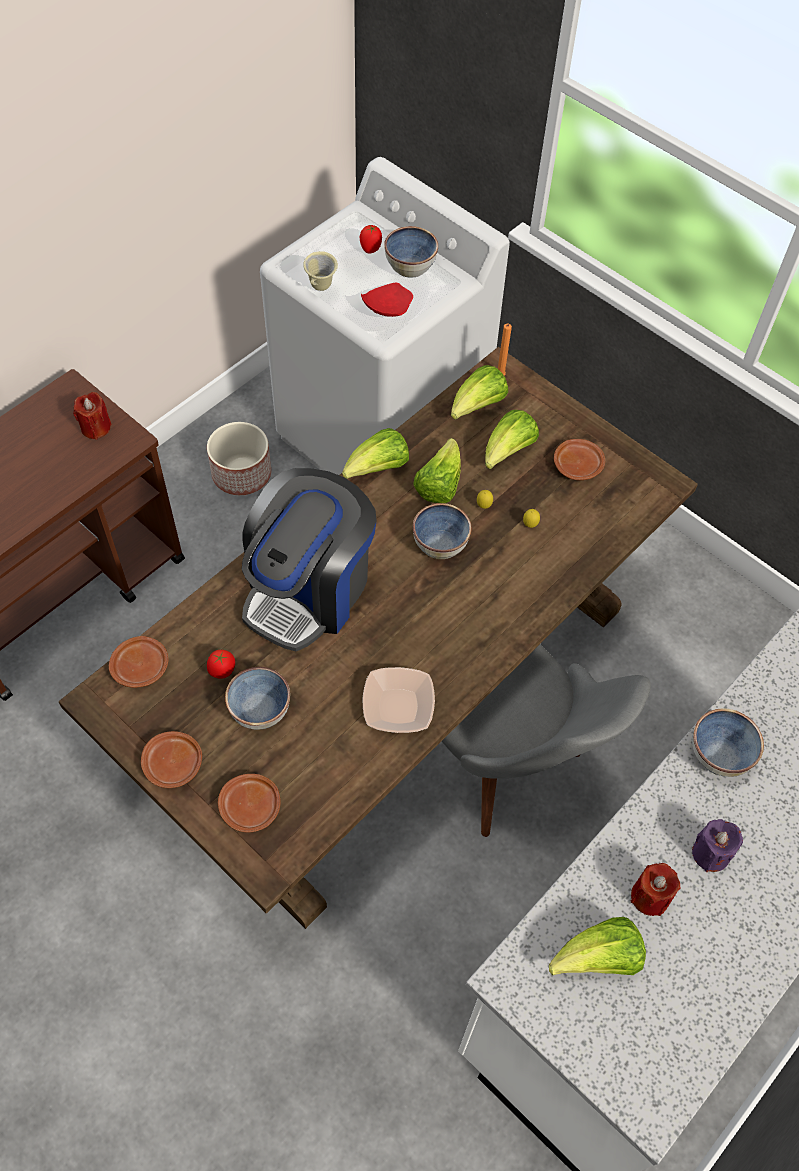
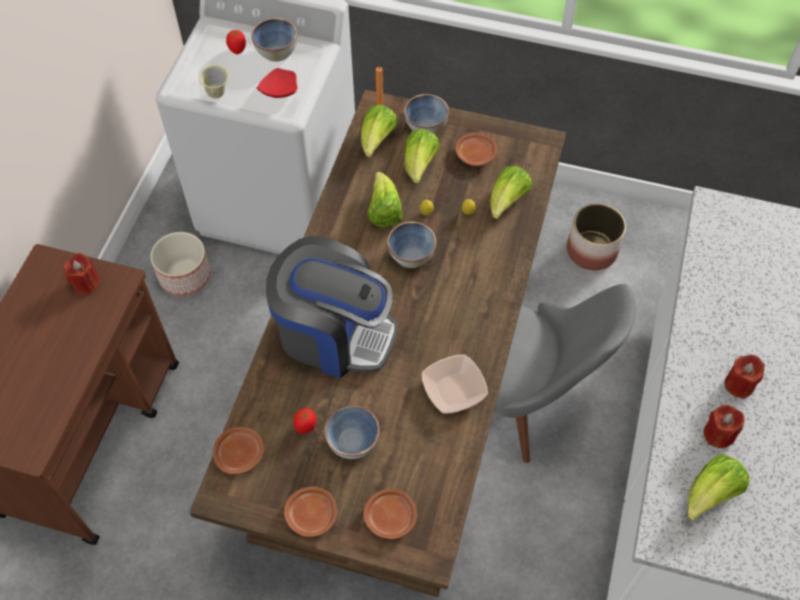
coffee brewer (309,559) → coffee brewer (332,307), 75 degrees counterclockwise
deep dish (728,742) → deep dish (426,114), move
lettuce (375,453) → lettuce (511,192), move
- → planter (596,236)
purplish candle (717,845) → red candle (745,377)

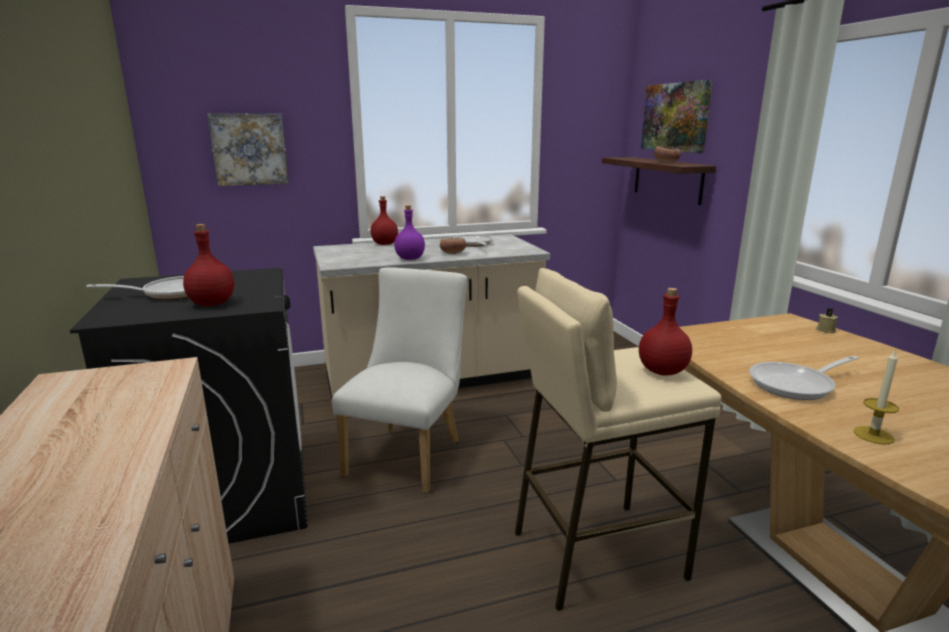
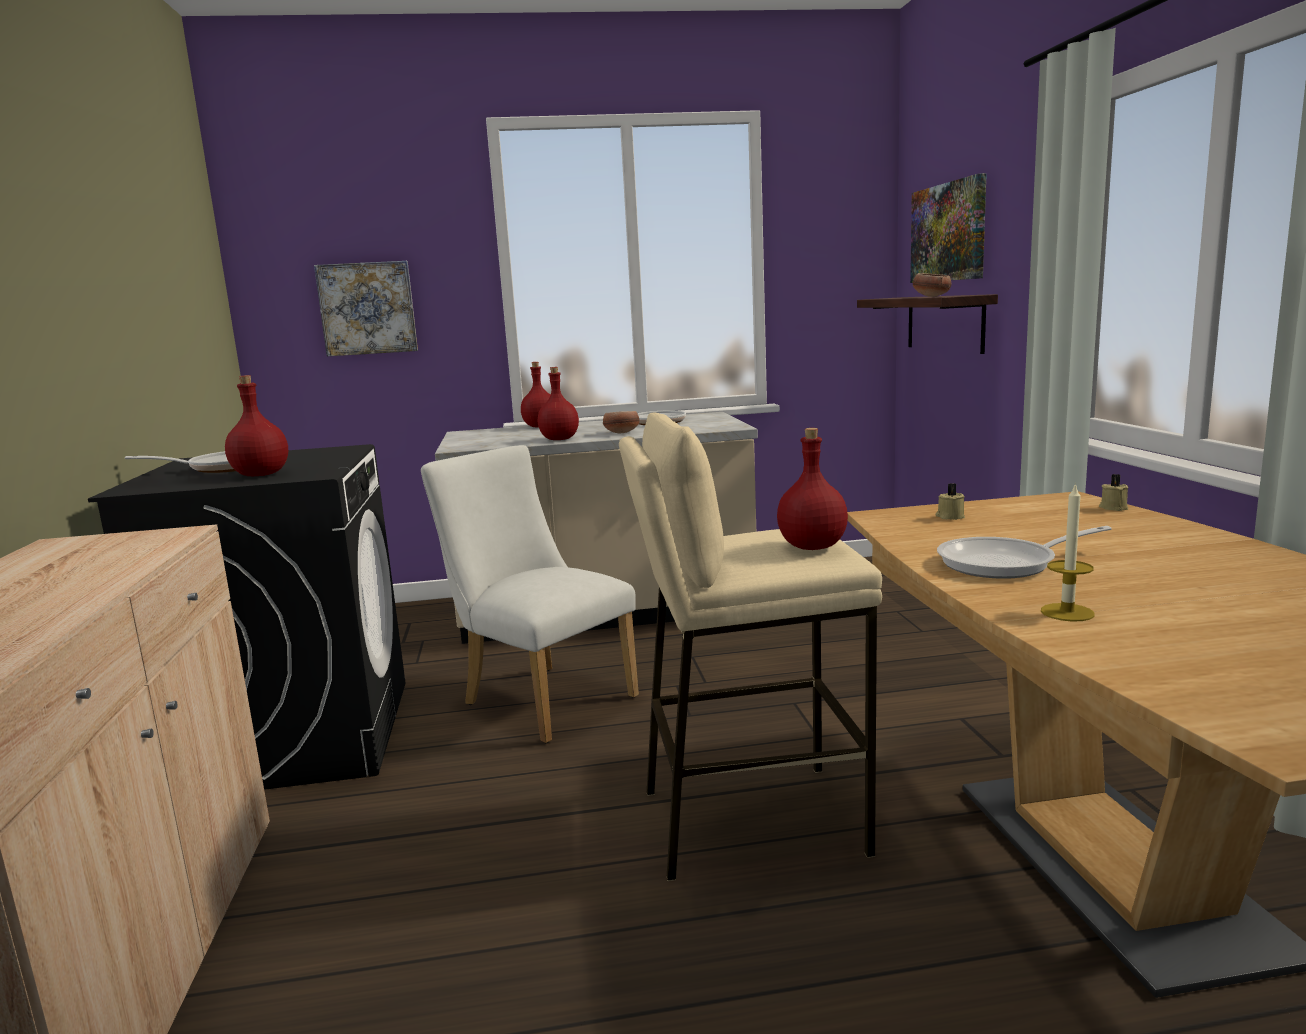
white-coloured chair (399,380) → white-coloured chair (530,594), 75 degrees counterclockwise
purplish bottle (409,232) → red bottle (558,403)
- → beige candle (950,501)

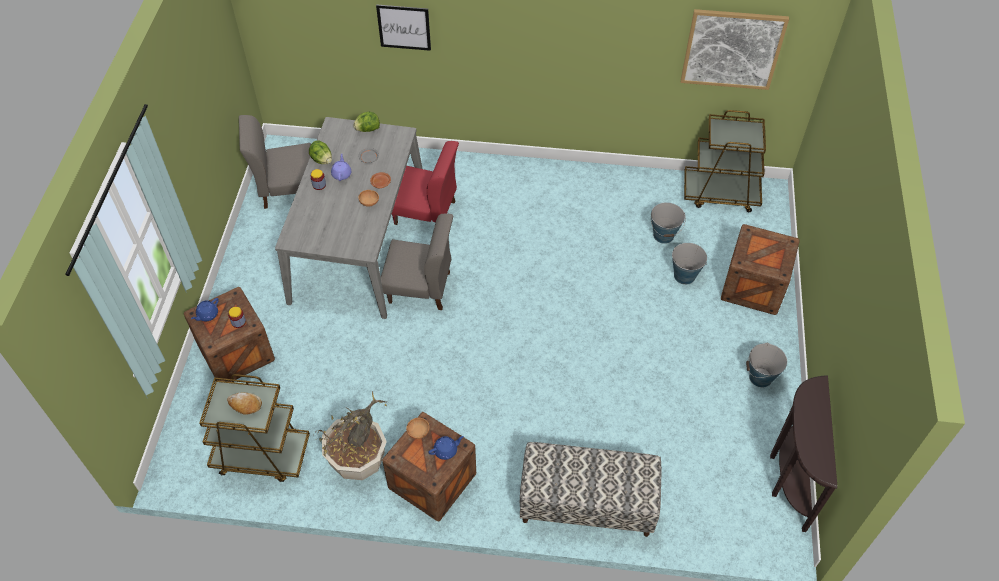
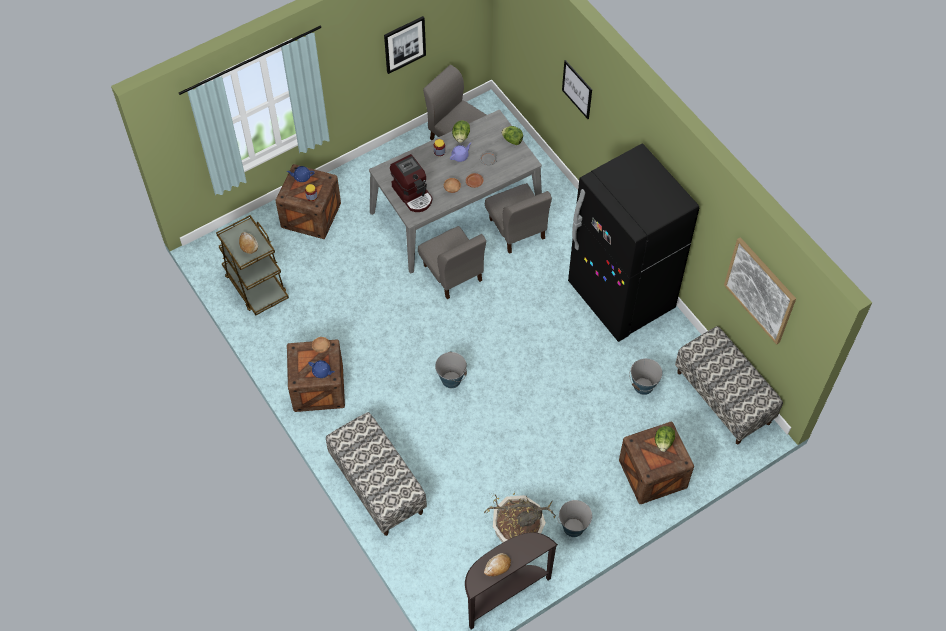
- → wall art (405,45)
- → coffee brewer (411,183)
water bucket (689,264) → water bucket (451,369), move
potted plant (350,435) → potted plant (520,517), move
- → baked bread (497,564)
red chair (425,183) → grey chair (518,218)
- → black fridge (633,242)
- → lettuce (665,439)
brown-coloured cart (725,161) → bench (729,385)

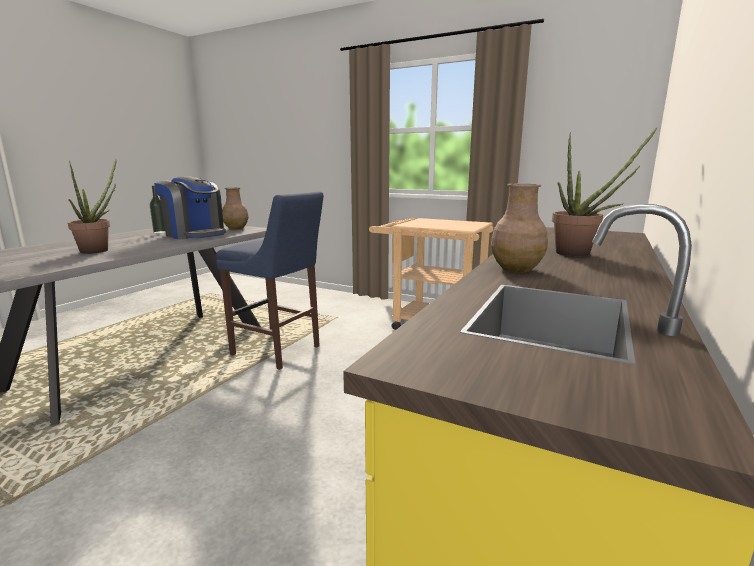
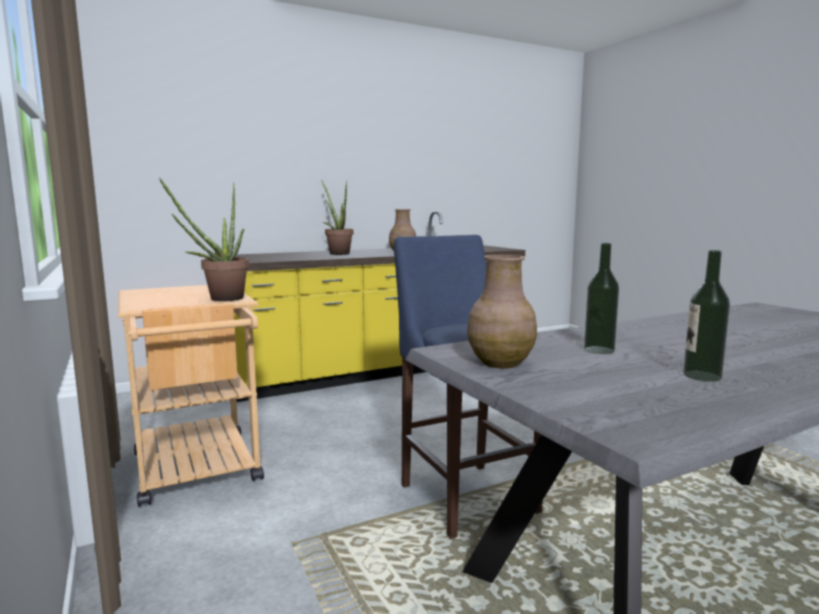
potted plant (92,206) → potted plant (204,239), move
coffee brewer (190,207) → bottle (601,298)

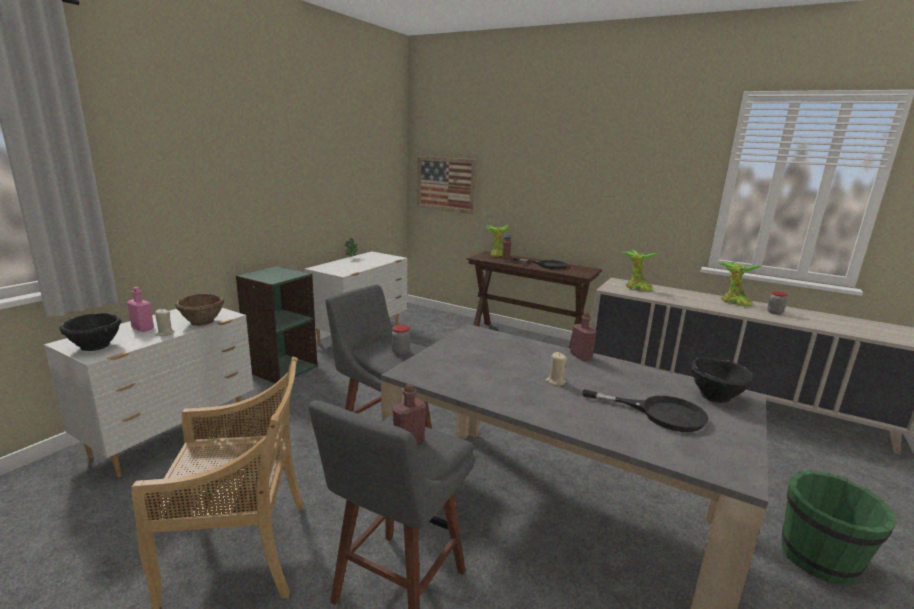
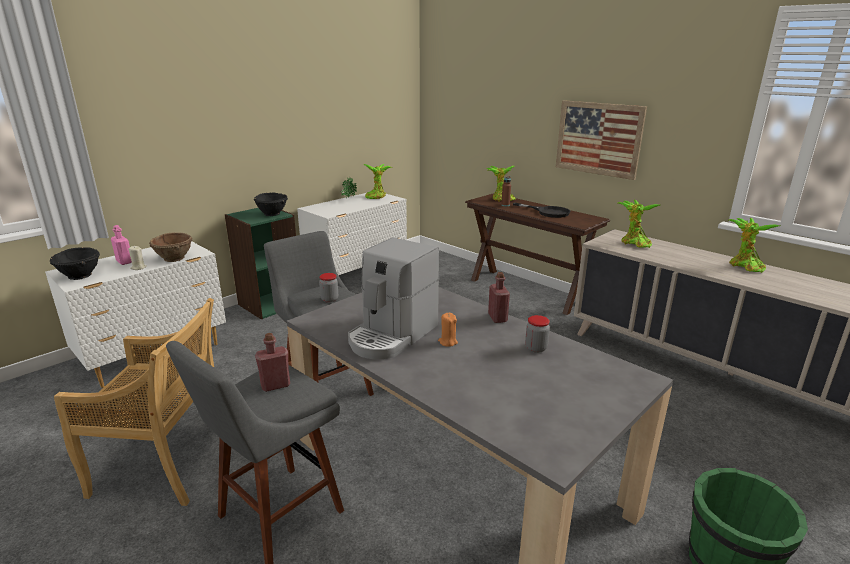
black deep dish (722,380) → black deep dish (271,204), move
- → coffee brewer (393,298)
- → potted plant (377,181)
beige candle (556,369) → orange-coloured candle (448,330)
jar (777,303) → jar (537,334), move
wall art (447,185) → wall art (601,140), move
black pan (645,410) → -

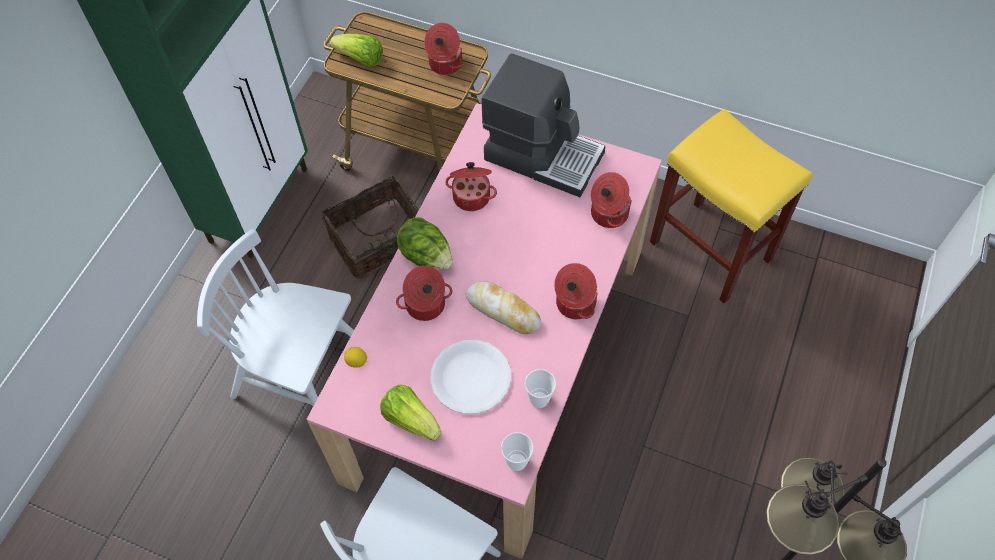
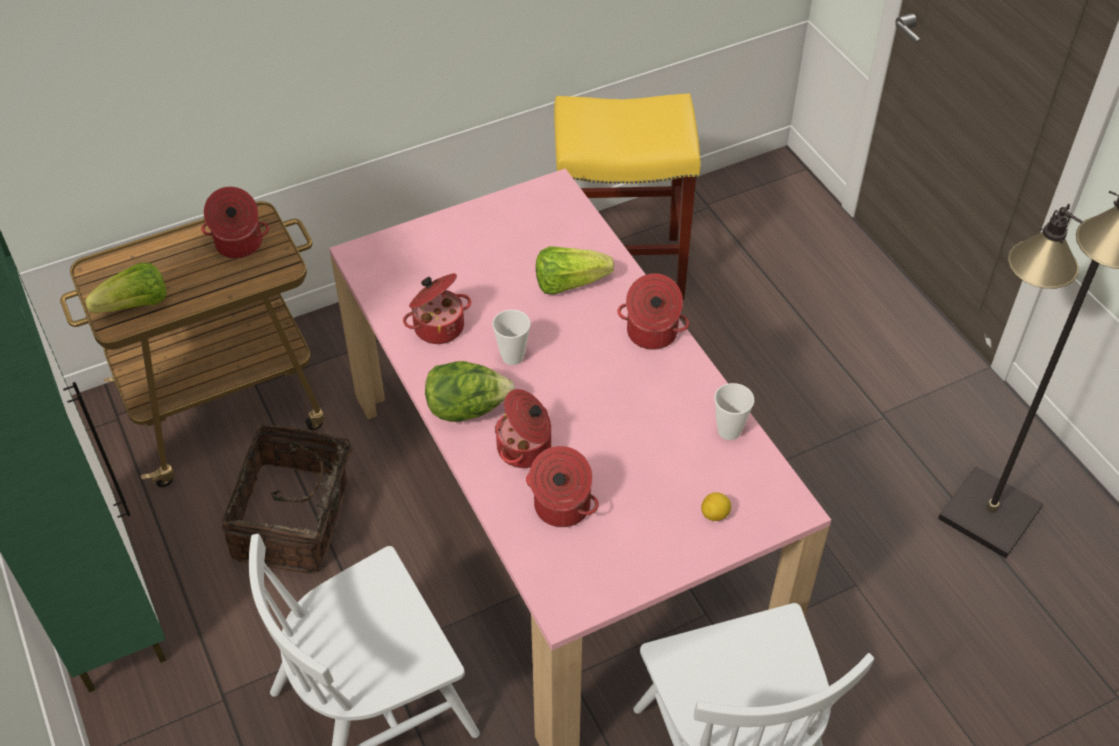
small cup (517,451) → small cup (511,337), move
stockpot (611,200) → stockpot (562,486), move
lettuce (411,413) → lettuce (575,270), move
whole lemon (355,357) → whole lemon (716,506), move
white-coloured dinner plate (470,377) → -
baked bread (503,307) → -
coffee brewer (543,125) → -

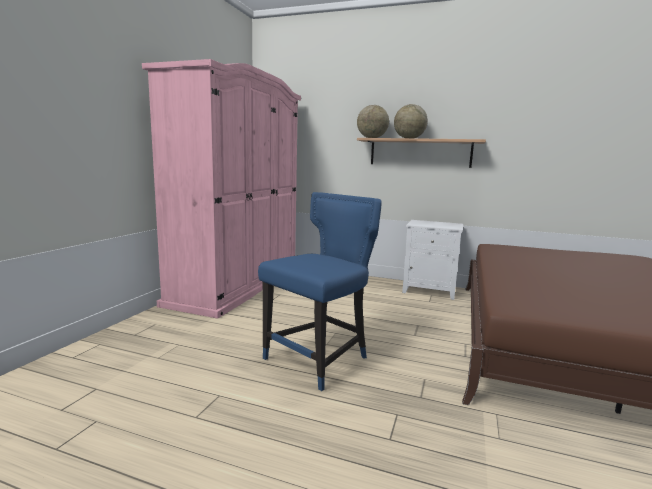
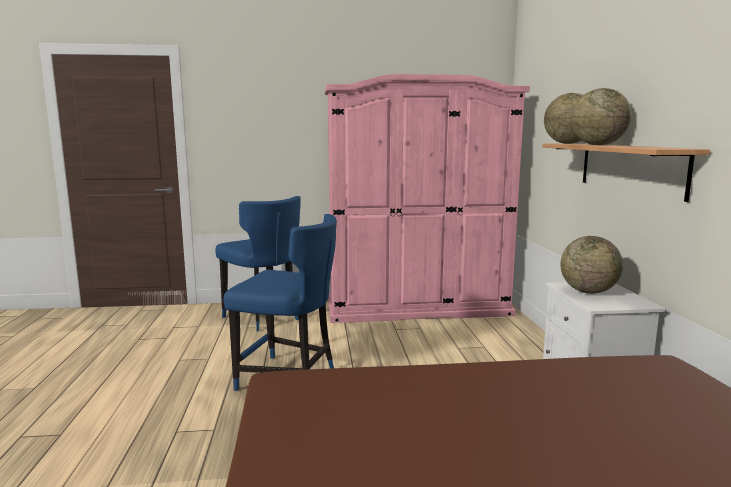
- → blue chair (258,264)
- → globe (591,265)

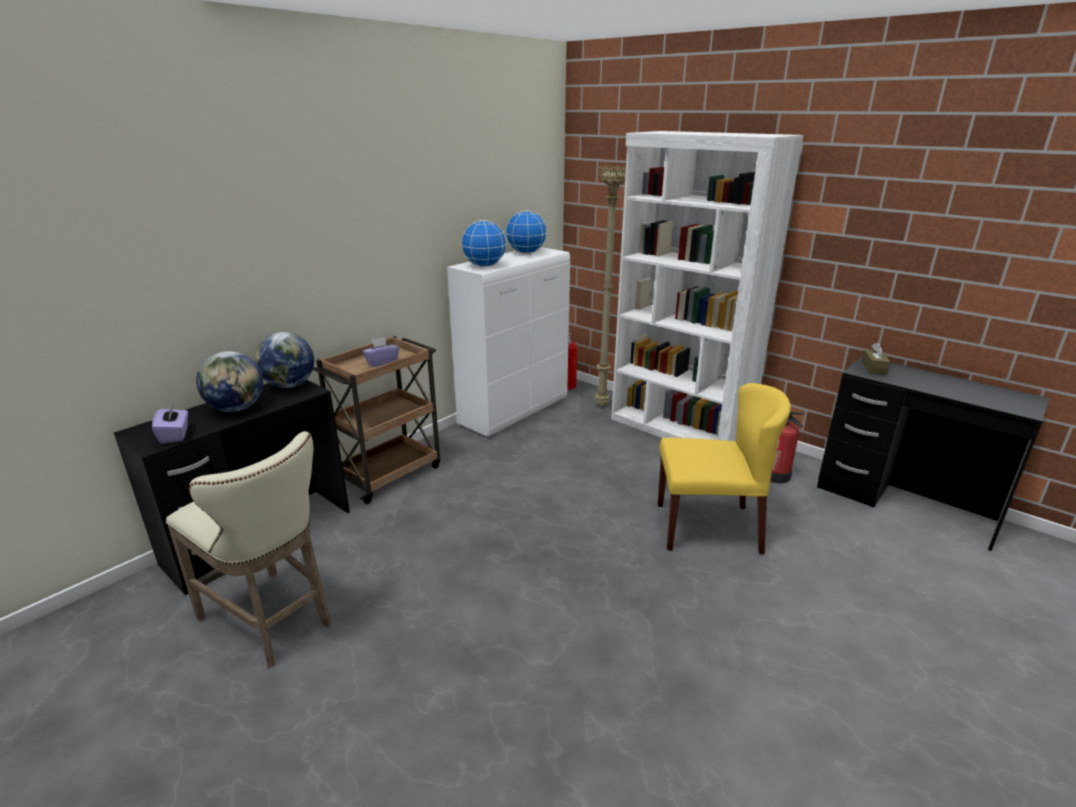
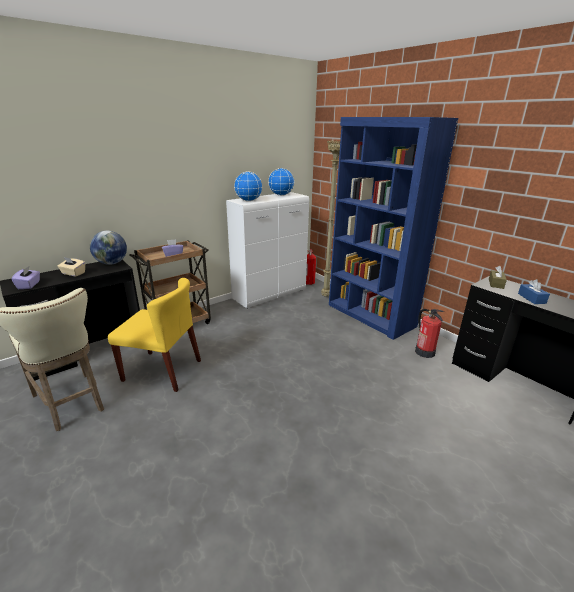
globe (229,381) → beige tissue box (71,266)
yellow-coloured chair (724,468) → yellow-coloured chair (154,335), move
white-coloured bookshelf (707,286) → blue bookshelf (393,228)
- → blue tissue box (534,291)

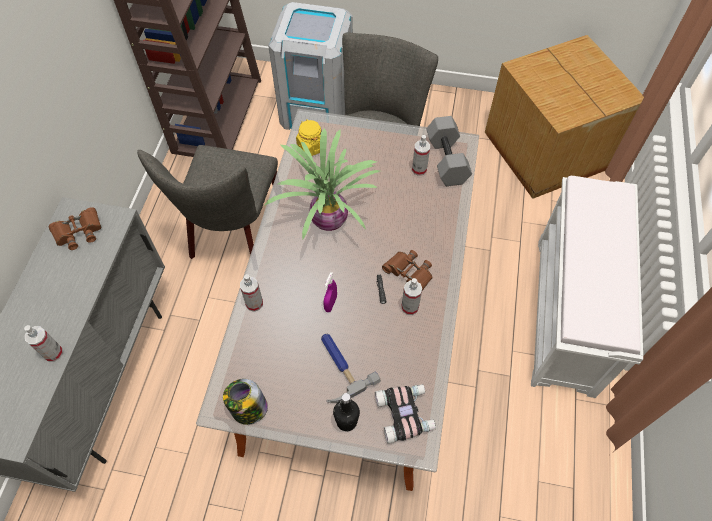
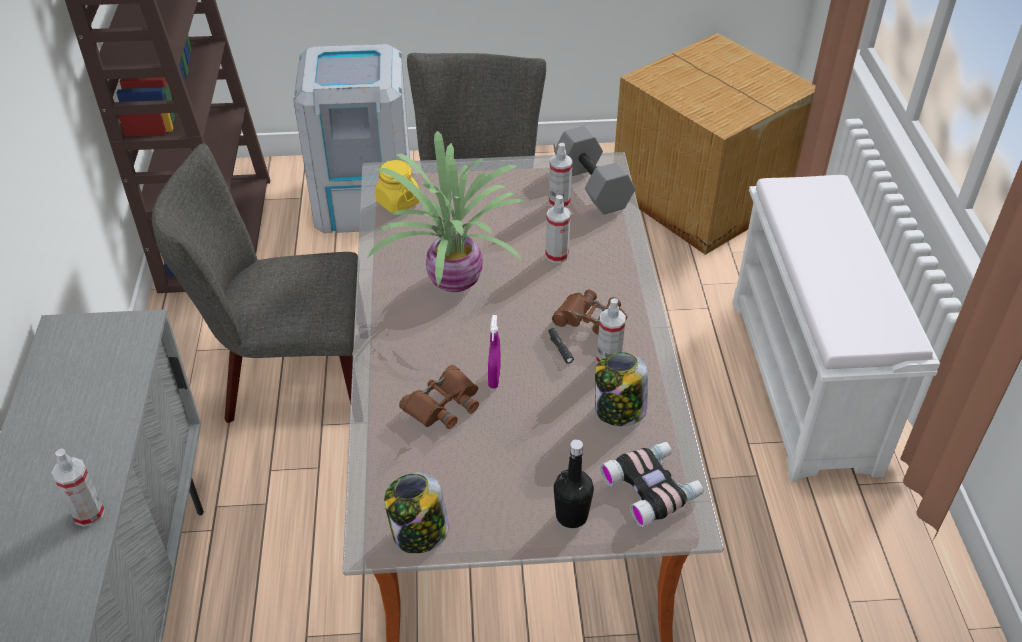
grey chair (207,202) → grey chair (255,283), 90 degrees clockwise
brown-coloured field glasses (75,228) → brown-coloured field glasses (439,397), move
hand sprayer (251,293) → hand sprayer (558,229), move
- → jar (621,389)
tool hammer (351,368) → -

